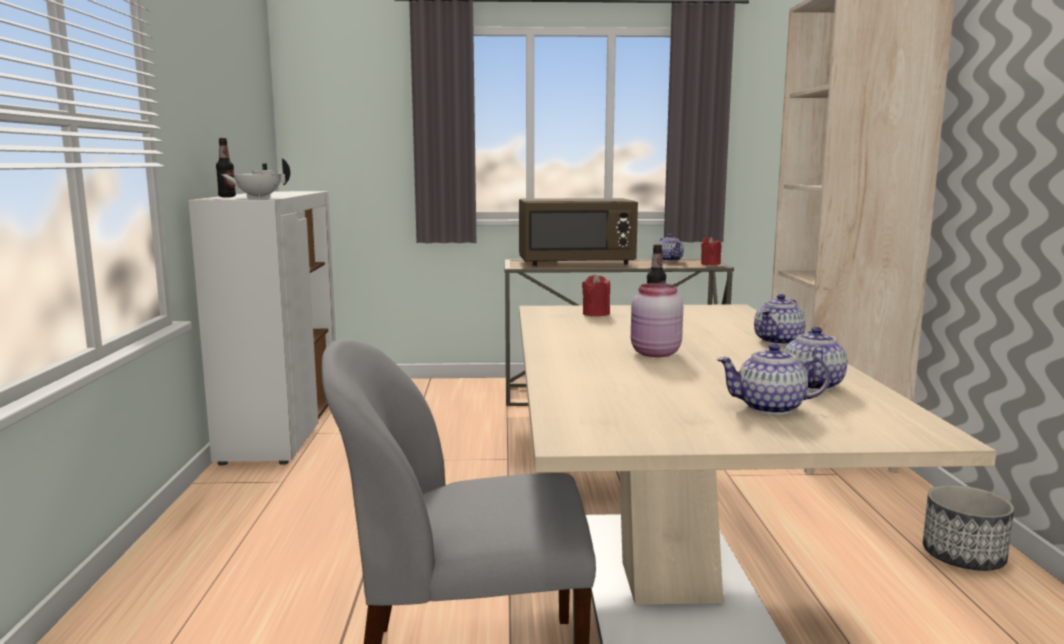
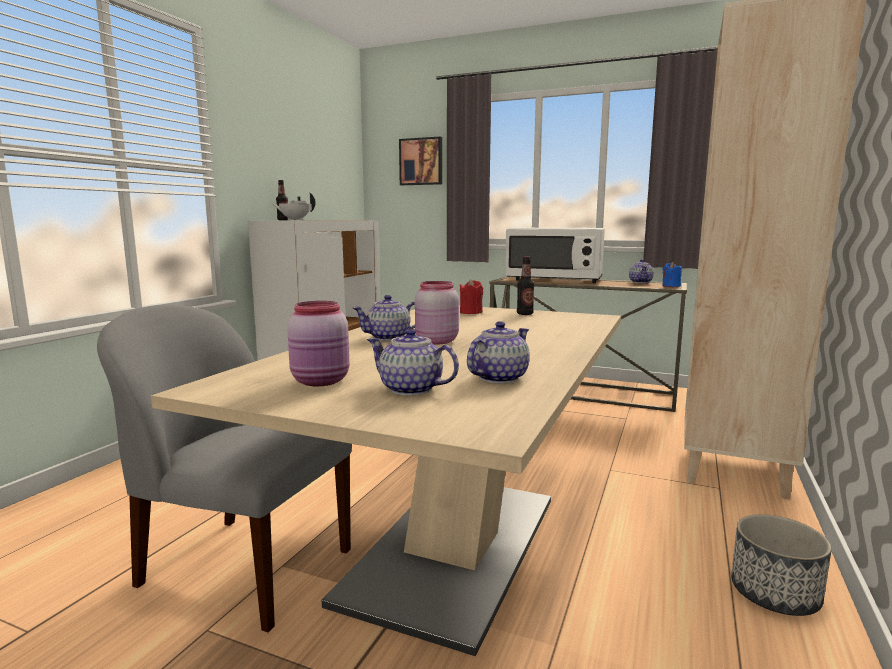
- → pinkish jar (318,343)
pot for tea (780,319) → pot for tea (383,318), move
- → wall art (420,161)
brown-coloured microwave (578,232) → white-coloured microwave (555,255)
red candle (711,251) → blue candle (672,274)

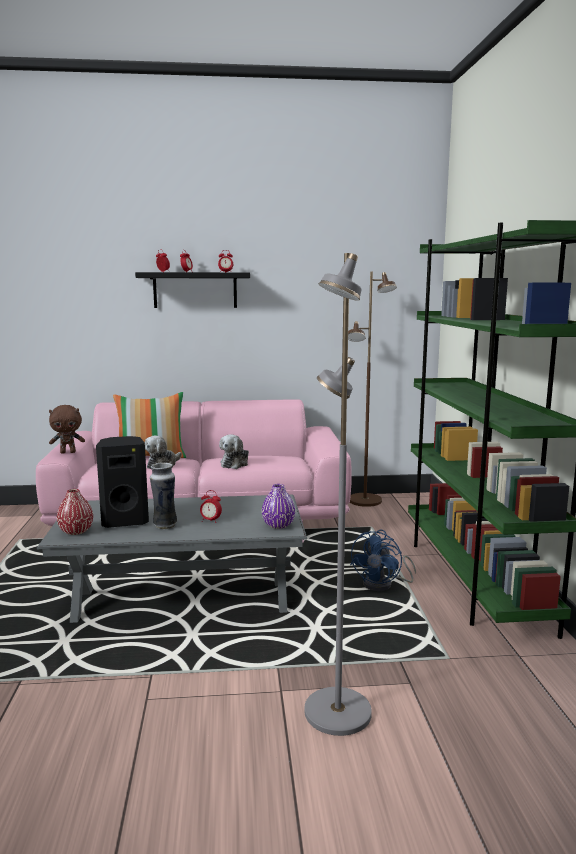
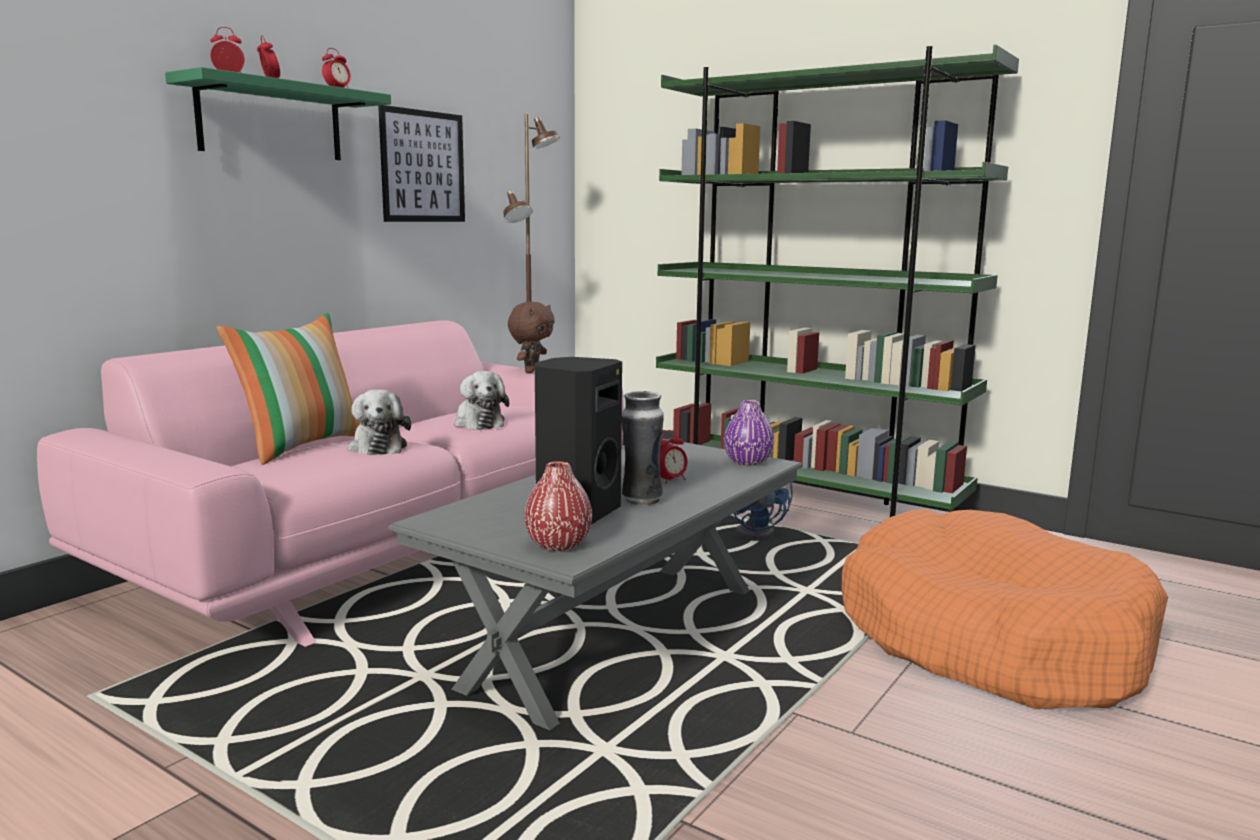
black shelf (192,290) → green-coloured shelf (278,113)
- → wall art (421,163)
brown-coloured soft toy (67,429) → brown-coloured soft toy (531,337), move
grey floor lamp (338,494) → orange-coloured dog cushion (1005,609)

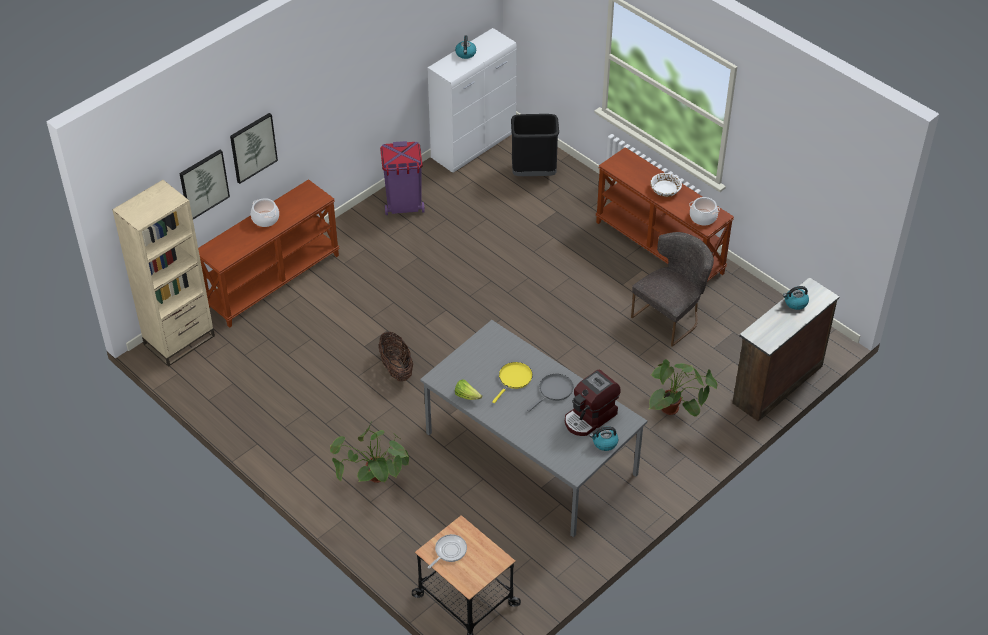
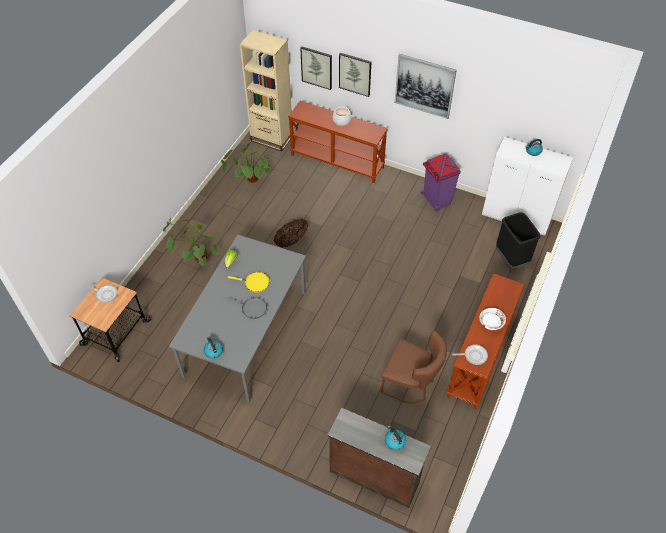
potted plant (683,387) → potted plant (246,163), move
grey chair (672,289) → brown-coloured chair (414,367)
- → wall art (426,86)
stockpot (704,211) → pan (470,354)
coffee brewer (593,402) → -

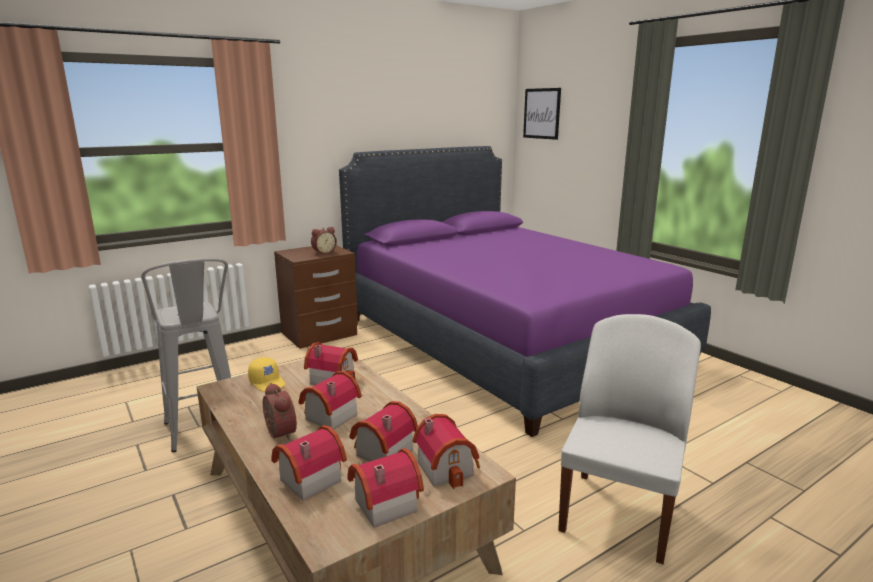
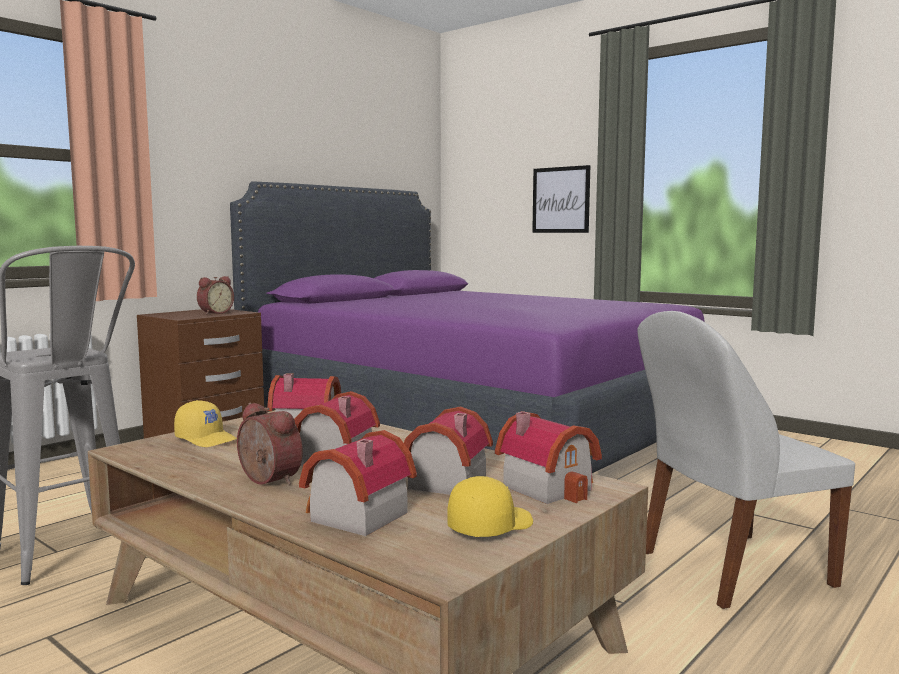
toy house (385,488) → yellow-coloured cap (490,506)
wall art (542,114) → wall art (561,199), move
white-coloured chair (629,439) → white-coloured chair (746,460), 120 degrees counterclockwise

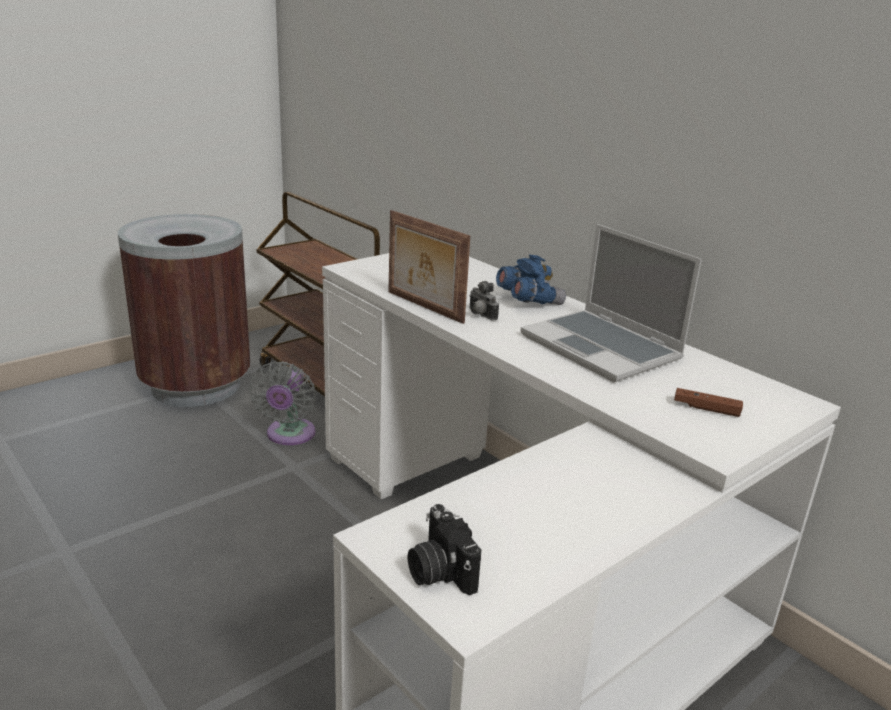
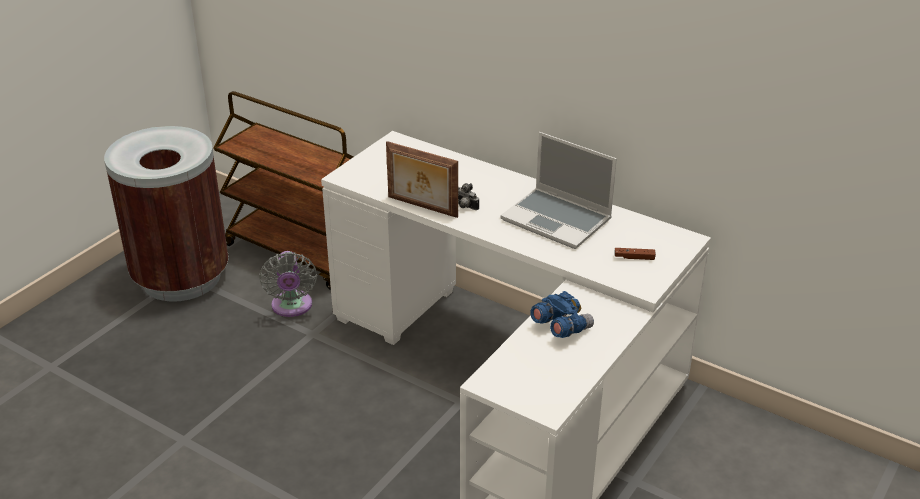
blue field glasses (531,279) → blue field glasses (562,314), move
photo camera (444,549) → -

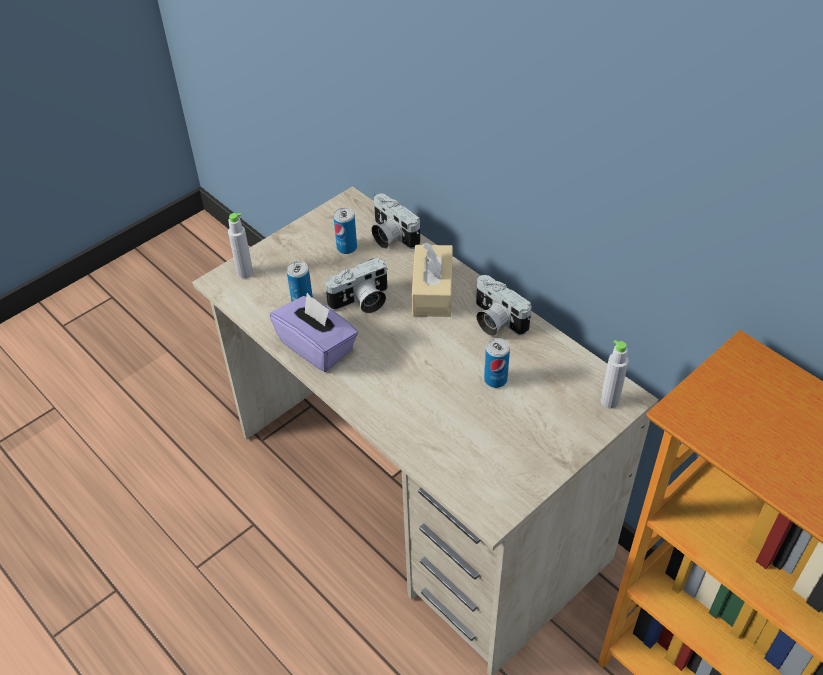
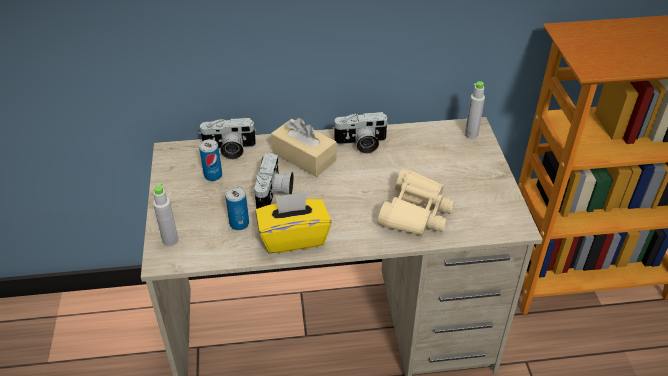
purplish tissue box (314,332) → yellow-coloured tissue box (293,222)
- → beige field glasses (416,202)
can (497,363) → -

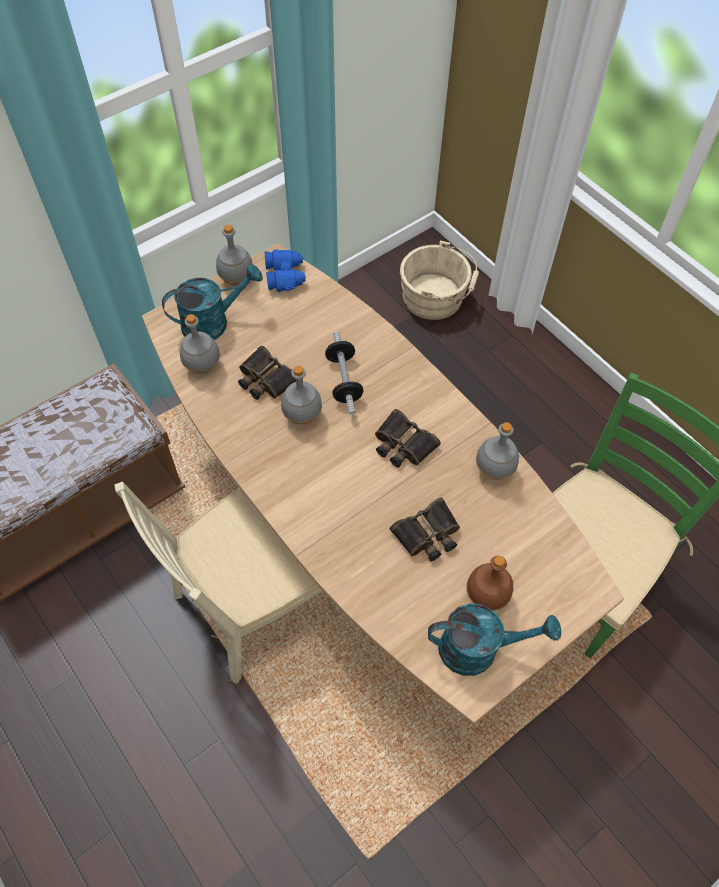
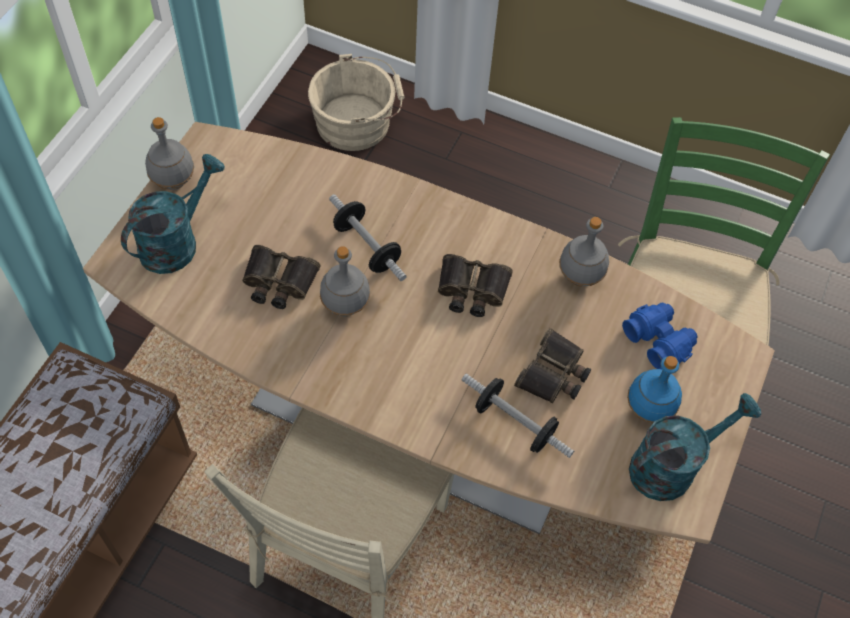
- → free weight (518,415)
blue field glasses (285,270) → blue field glasses (660,336), move
brown-coloured bottle (489,583) → blue bottle (654,389)
grey bottle (200,344) → -

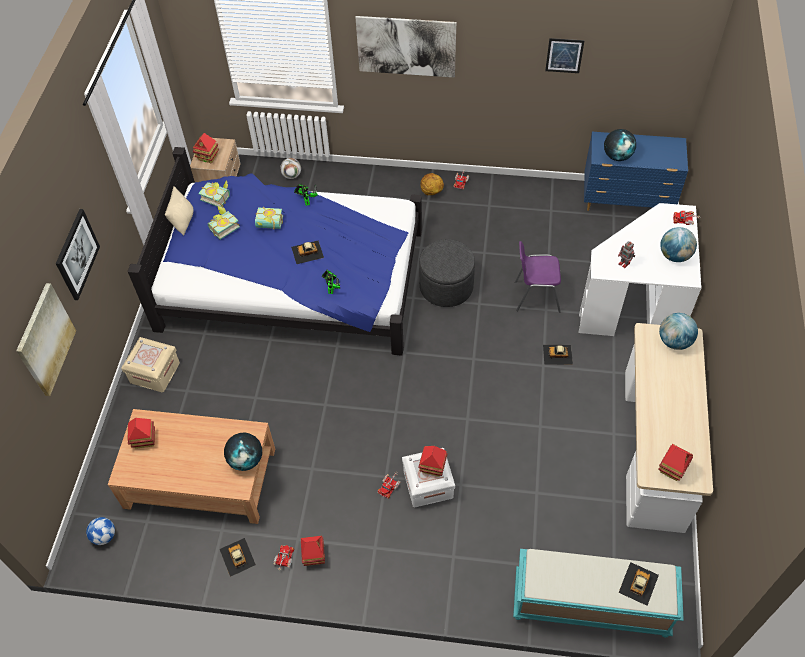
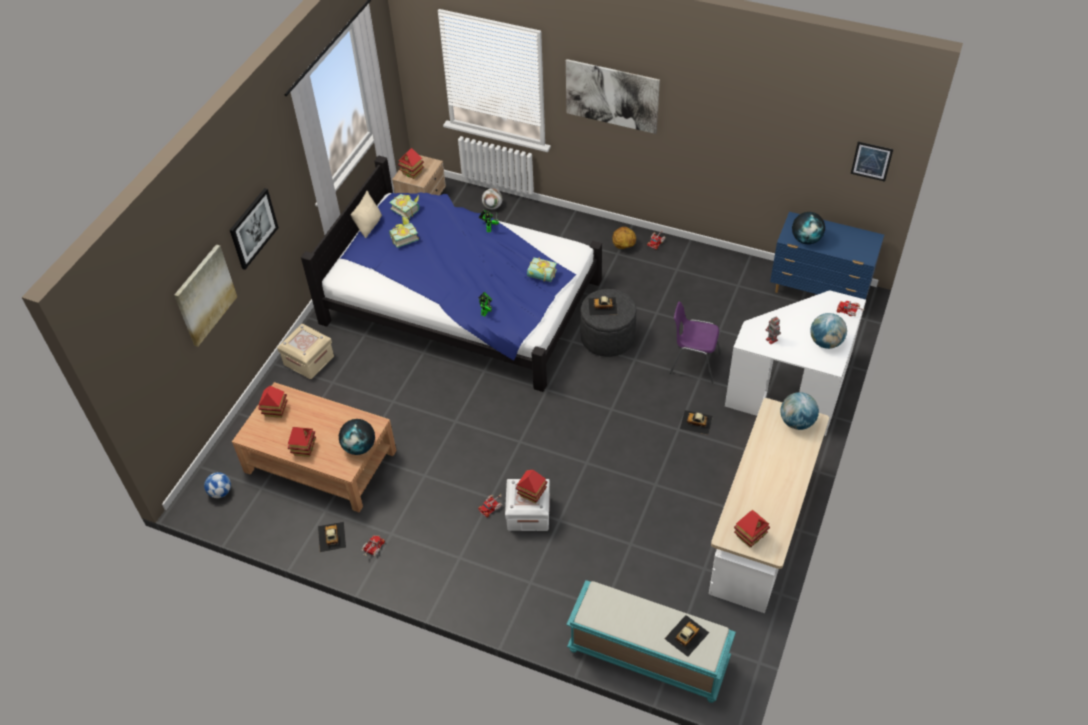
toy house (313,551) → toy house (302,442), move
volume (269,218) → volume (542,270), move
toy car (307,252) → toy car (602,305), move
wall art (564,55) → wall art (872,162), move

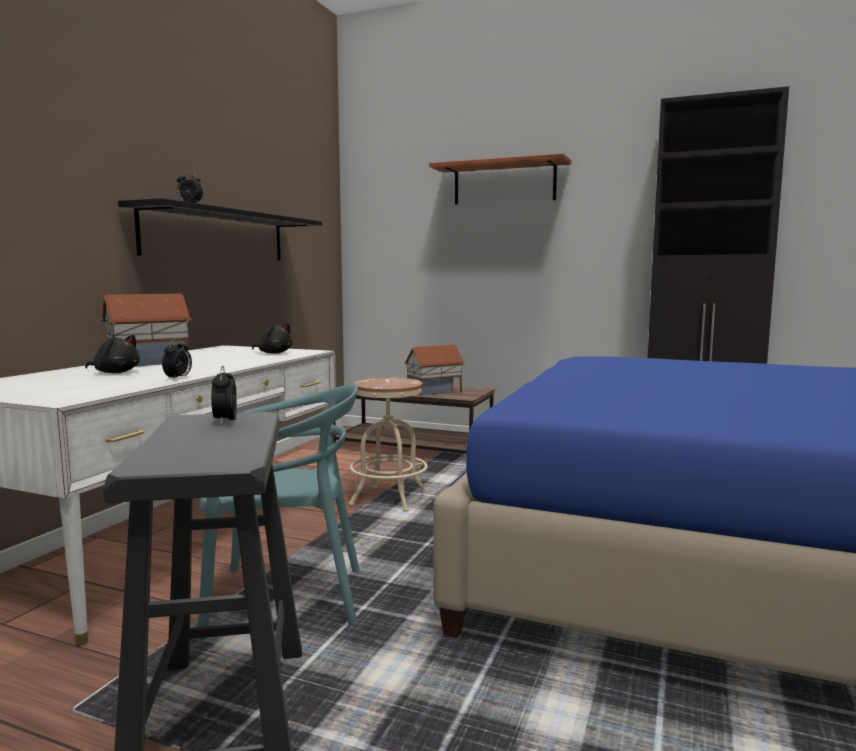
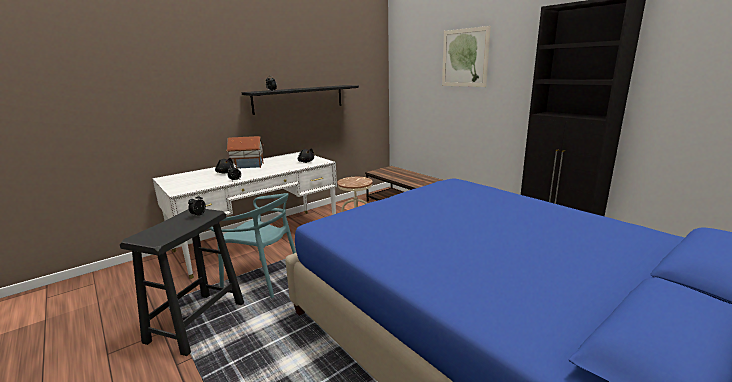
shelf (500,179) → wall art (466,56)
toy house (434,370) → -

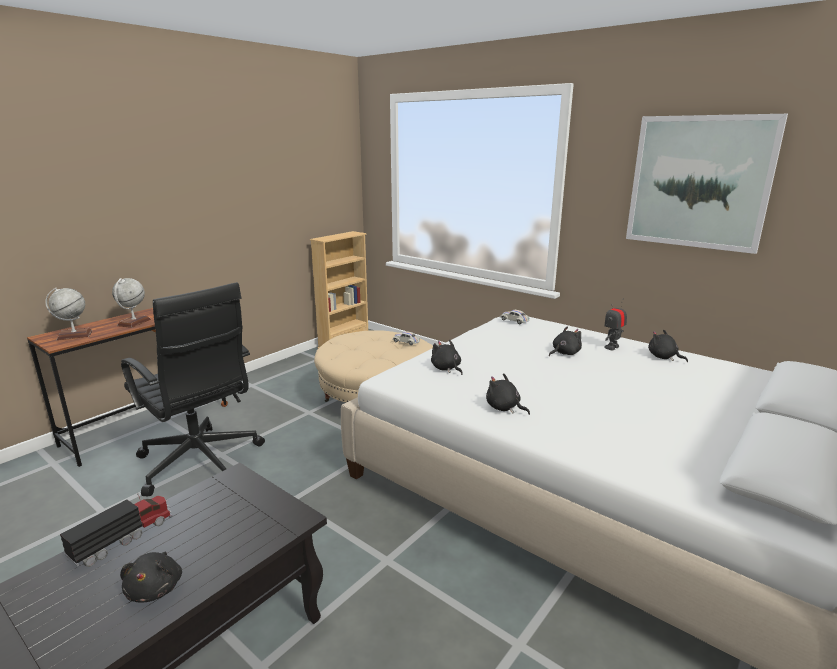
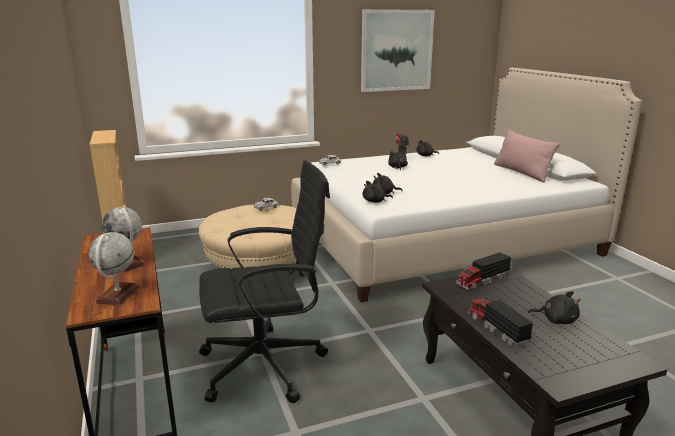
black soft toy (508,394) → black soft toy (378,192), move
- → toy truck (483,271)
- → pinkish throw pillow (527,156)

